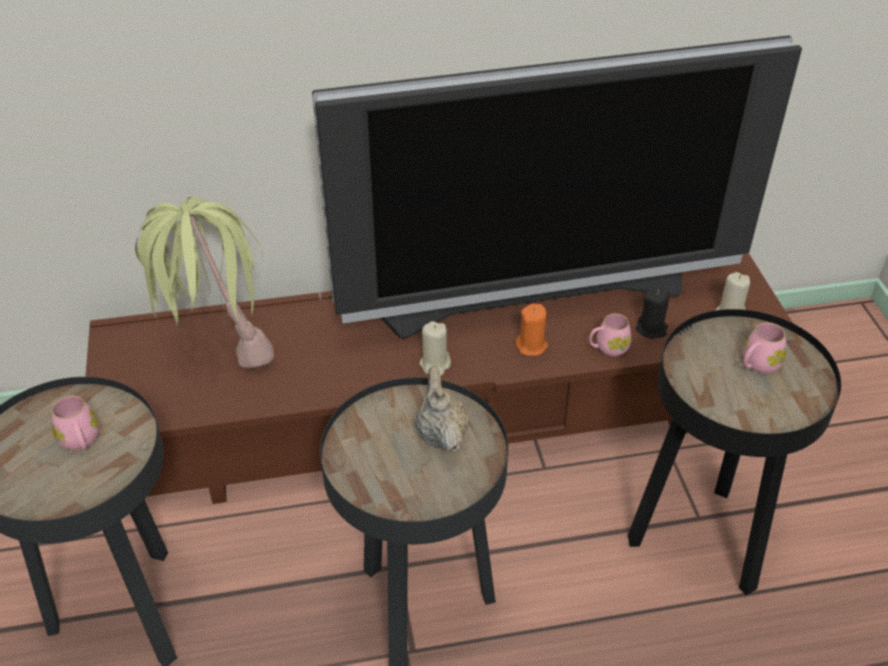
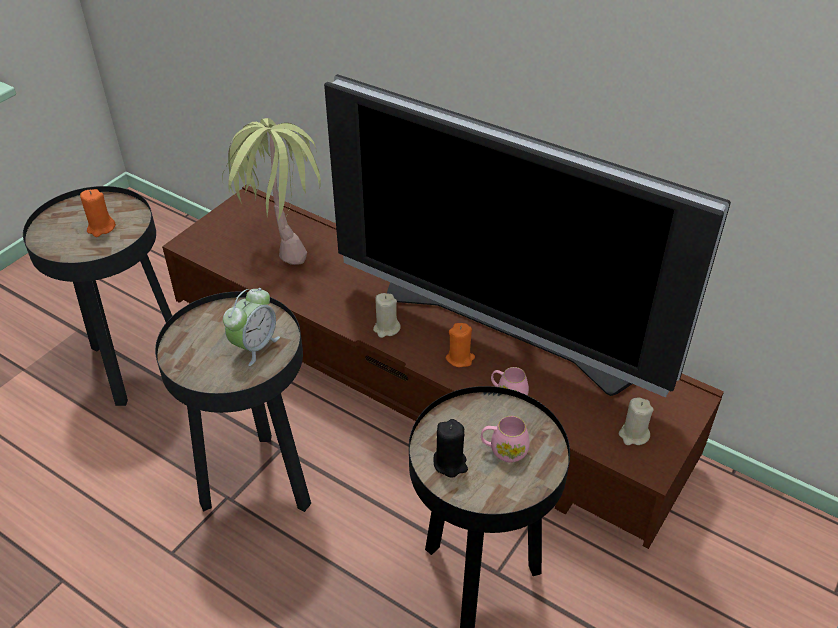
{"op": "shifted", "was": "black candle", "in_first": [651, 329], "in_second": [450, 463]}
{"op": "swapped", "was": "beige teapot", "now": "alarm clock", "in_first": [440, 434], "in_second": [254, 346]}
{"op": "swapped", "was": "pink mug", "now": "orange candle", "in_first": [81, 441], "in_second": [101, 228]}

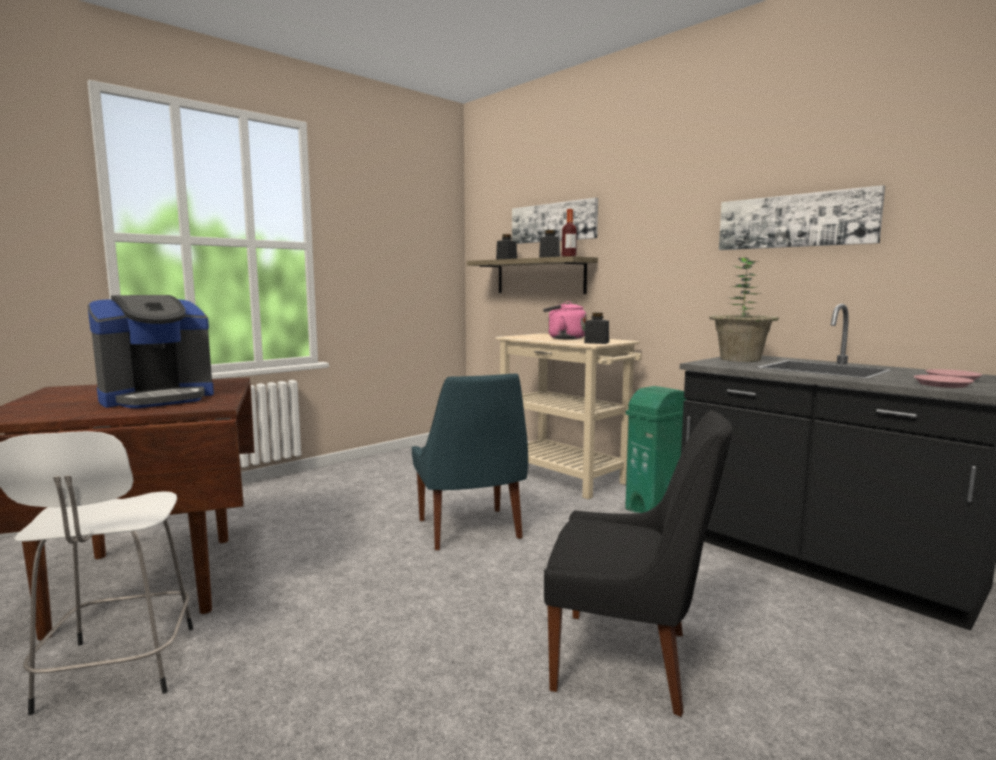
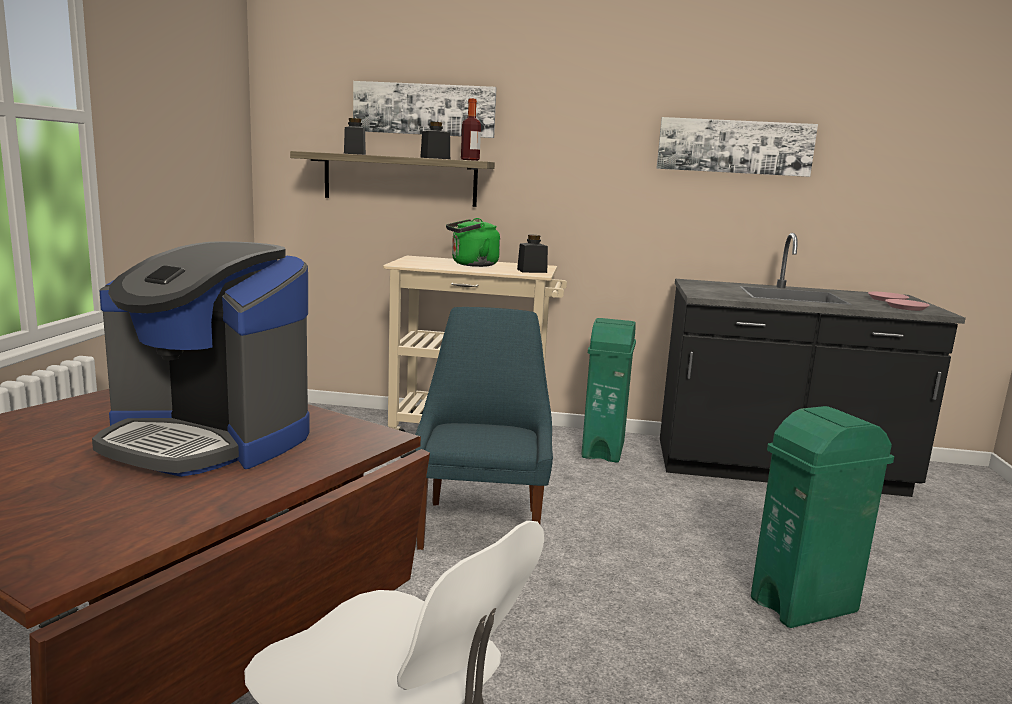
{"op": "gone", "was": "potted plant", "in_first": [740, 359]}
{"op": "rotated", "was": "coffee machine", "in_first": [157, 398], "in_second": [208, 439], "clockwise": 105}
{"op": "repainted", "was": "pink kettle", "now": "green kettle", "in_first": [564, 338], "in_second": [472, 265]}
{"op": "rotated", "was": "blue chair", "in_first": [470, 531], "in_second": [481, 526], "clockwise": -120}
{"op": "swapped", "was": "black chair", "now": "green trash can", "in_first": [628, 661], "in_second": [805, 605]}

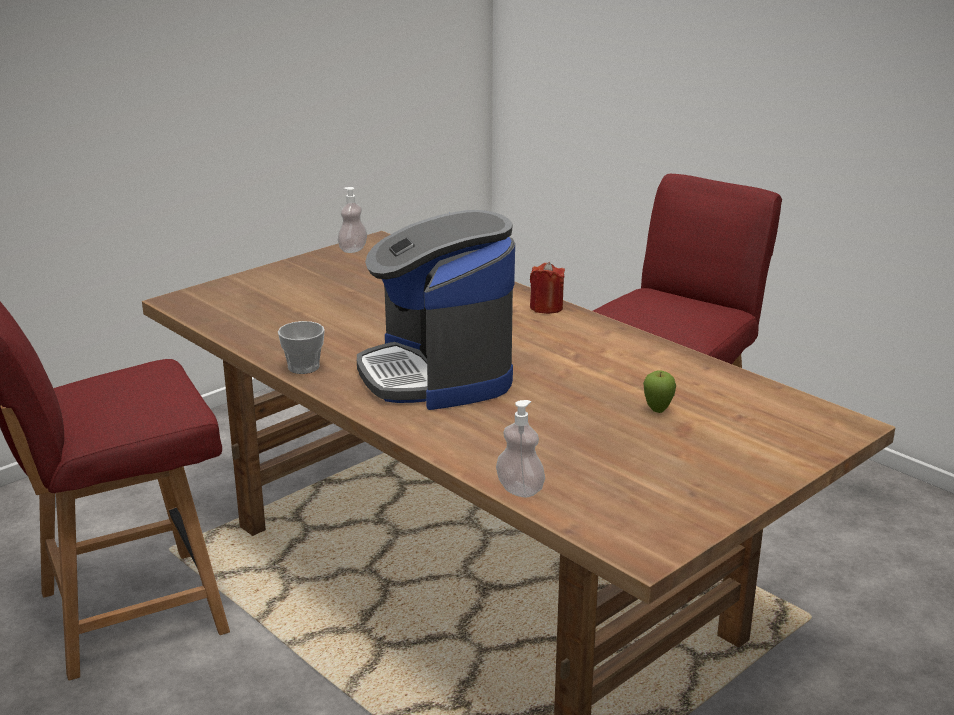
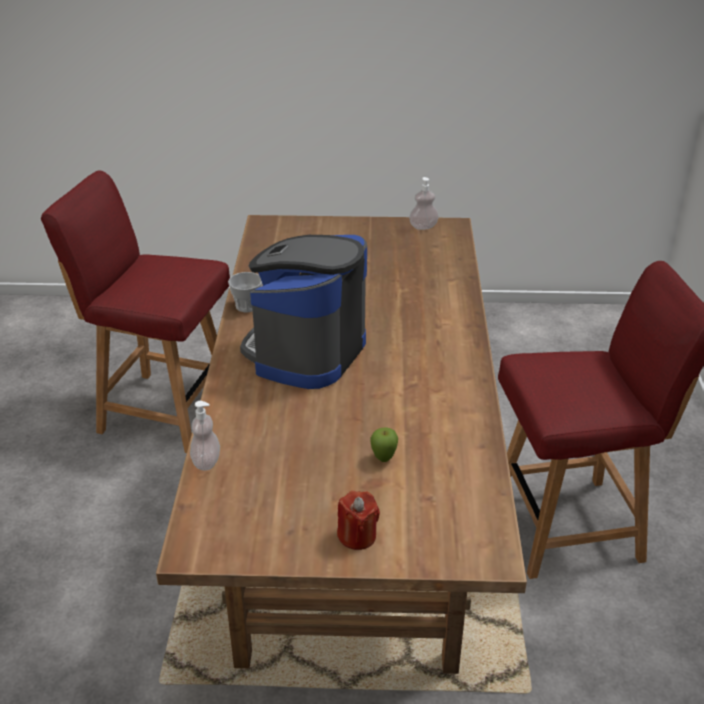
{"op": "shifted", "was": "red candle", "in_first": [546, 307], "in_second": [357, 536]}

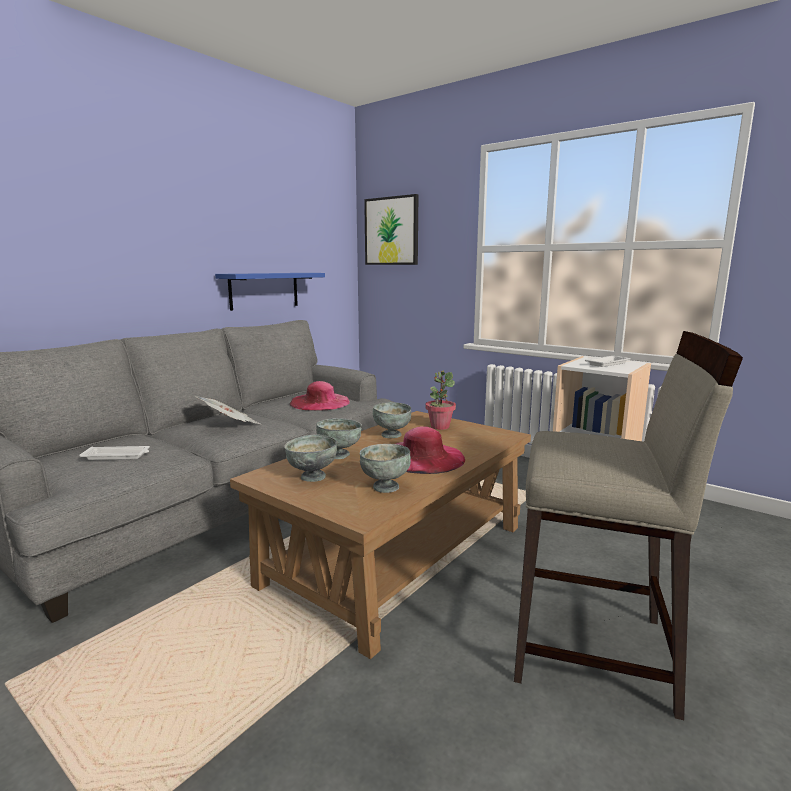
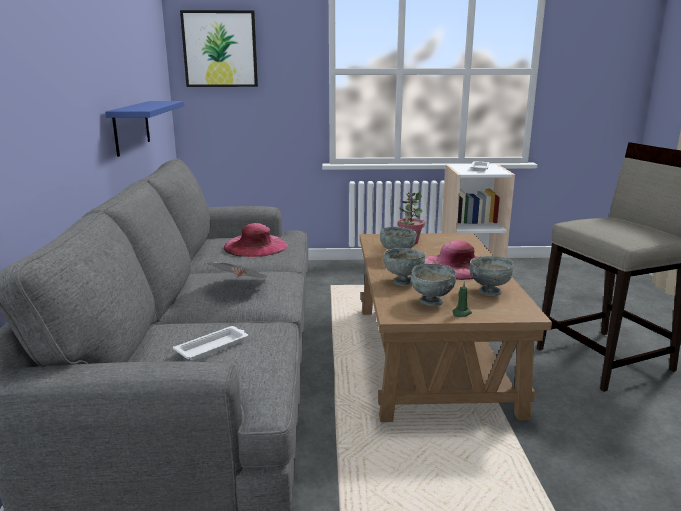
{"op": "new", "now": "green candle", "in_second": [461, 313]}

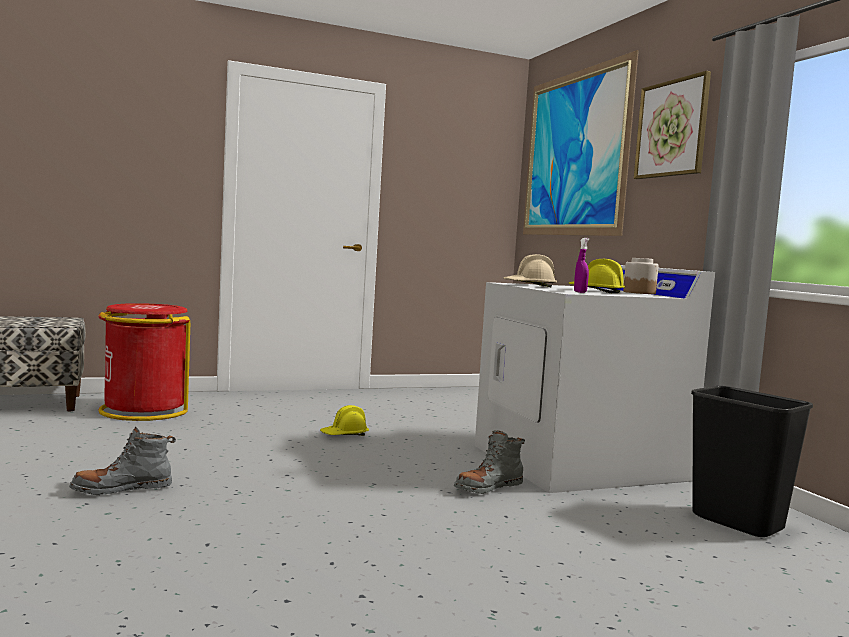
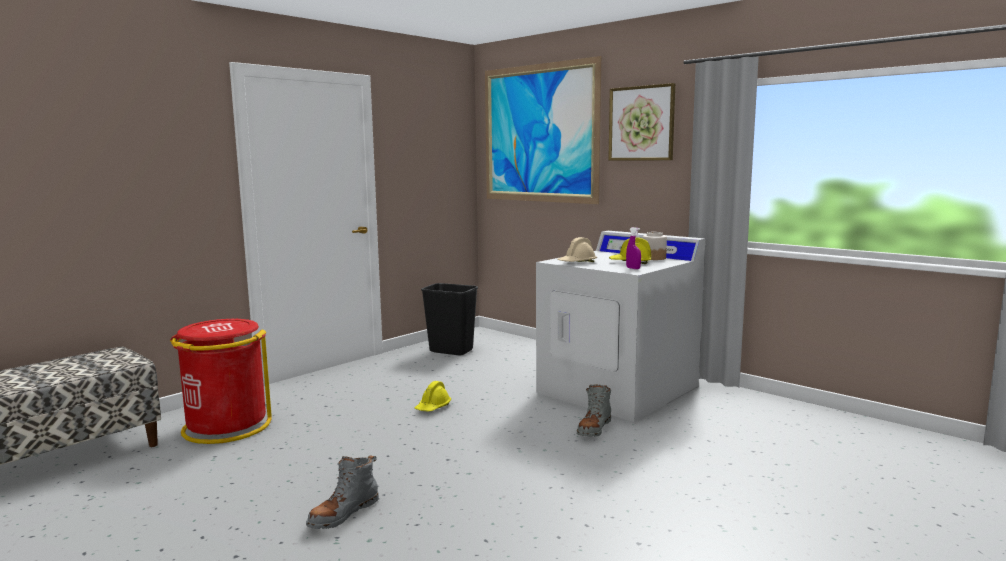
{"op": "shifted", "was": "black trash can", "in_first": [738, 523], "in_second": [452, 351]}

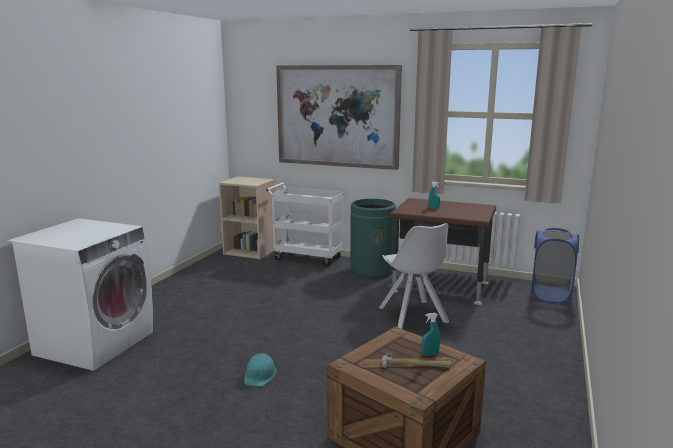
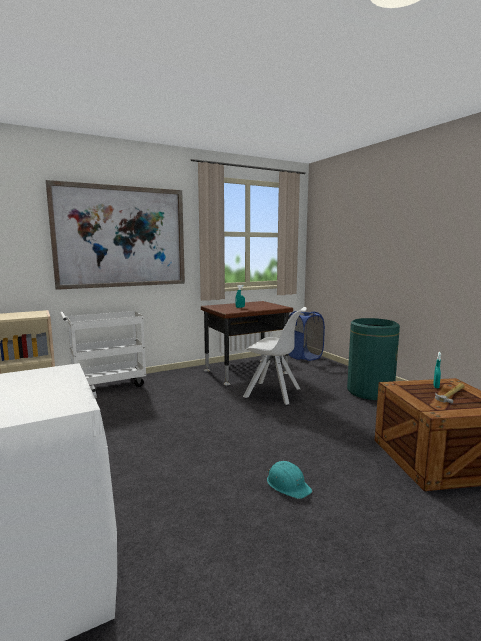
{"op": "shifted", "was": "green trash can", "in_first": [372, 270], "in_second": [369, 391]}

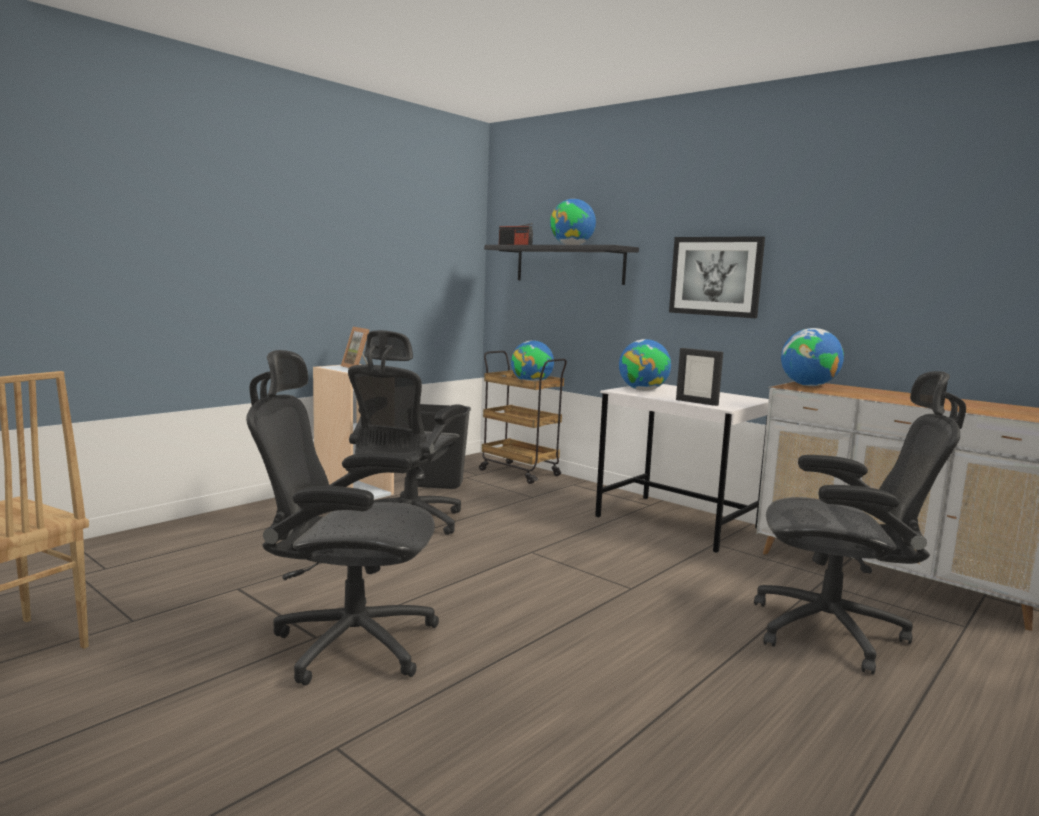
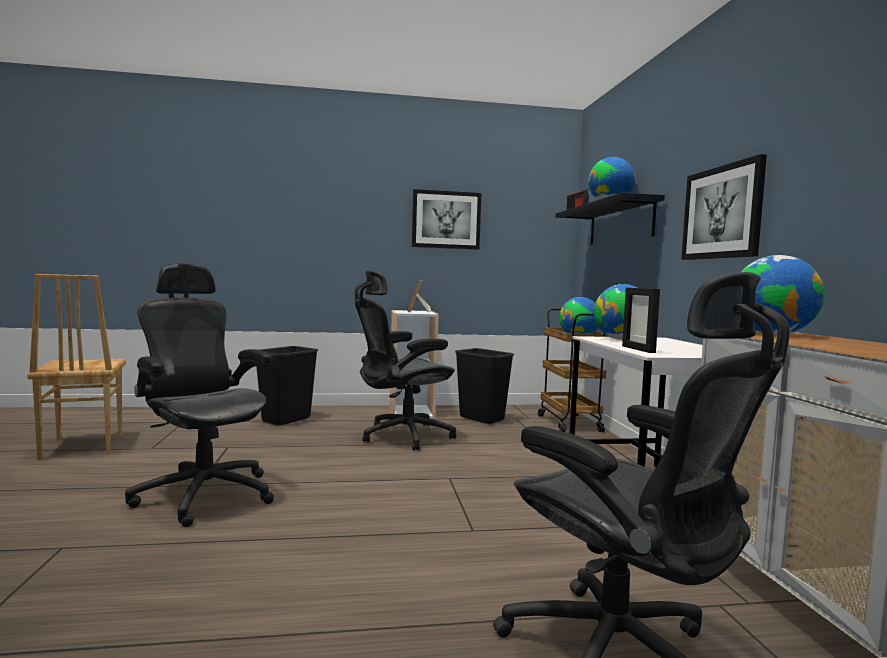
{"op": "new", "now": "picture", "in_second": [446, 220]}
{"op": "new", "now": "black trash can", "in_second": [286, 420]}

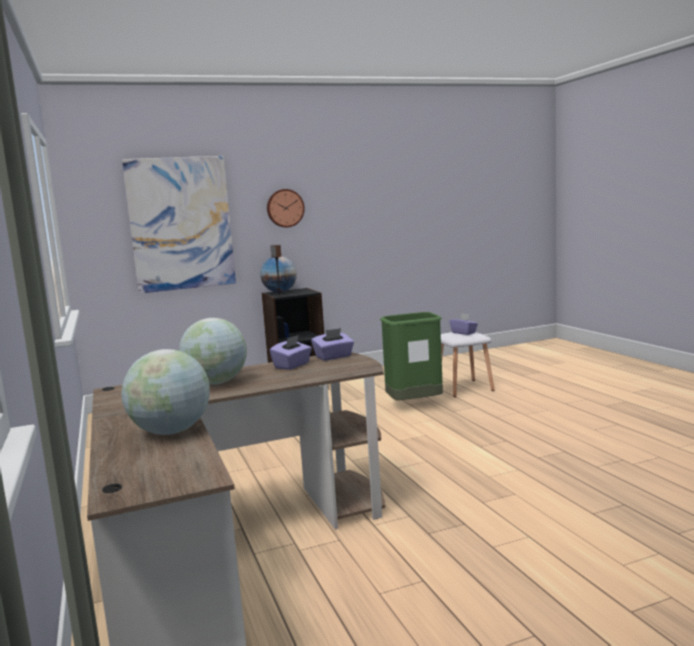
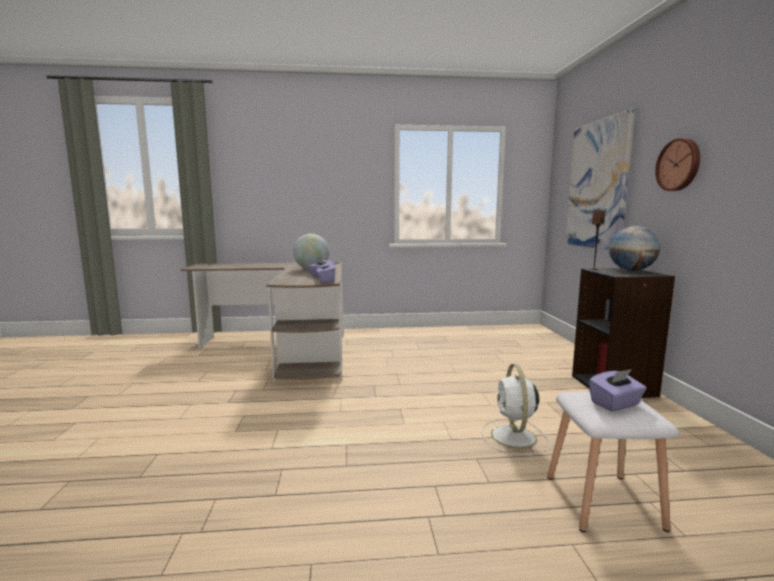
{"op": "swapped", "was": "green trash can", "now": "white fan", "in_first": [414, 405], "in_second": [514, 438]}
{"op": "gone", "was": "globe", "in_first": [171, 432]}

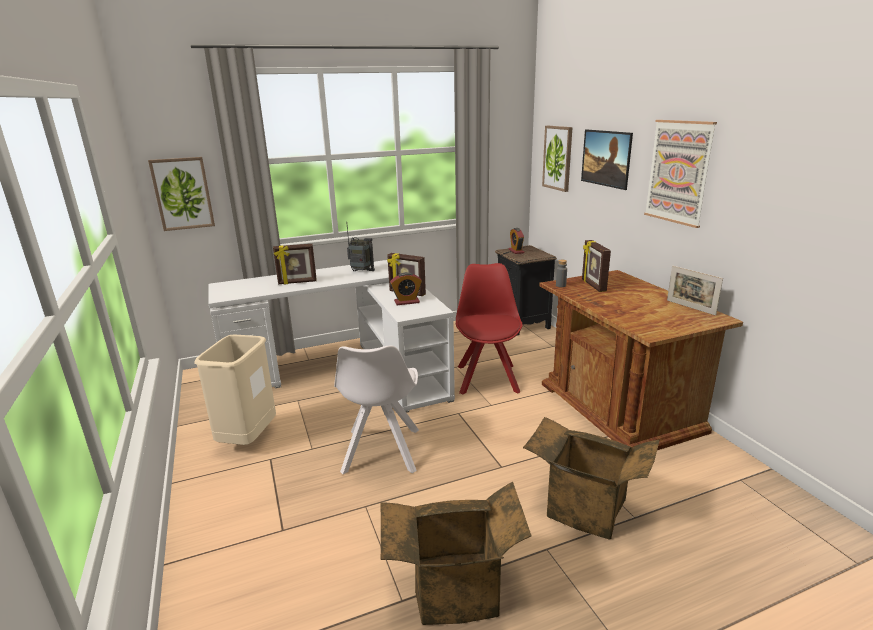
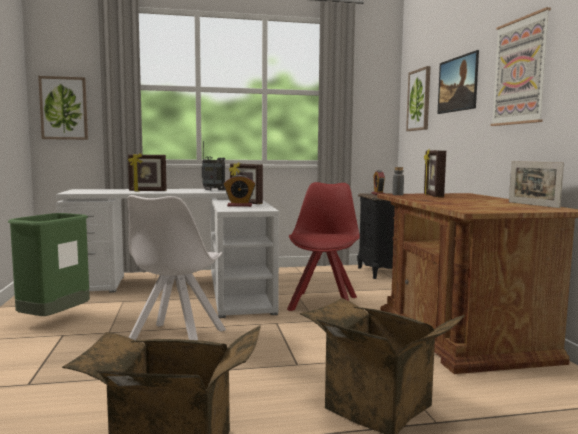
{"op": "repainted", "was": "beige trash can", "now": "green trash can", "in_first": [248, 439], "in_second": [54, 320]}

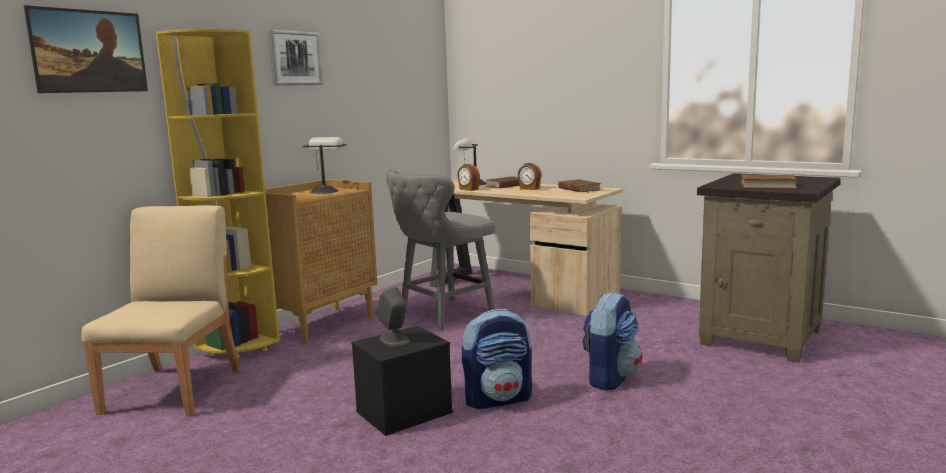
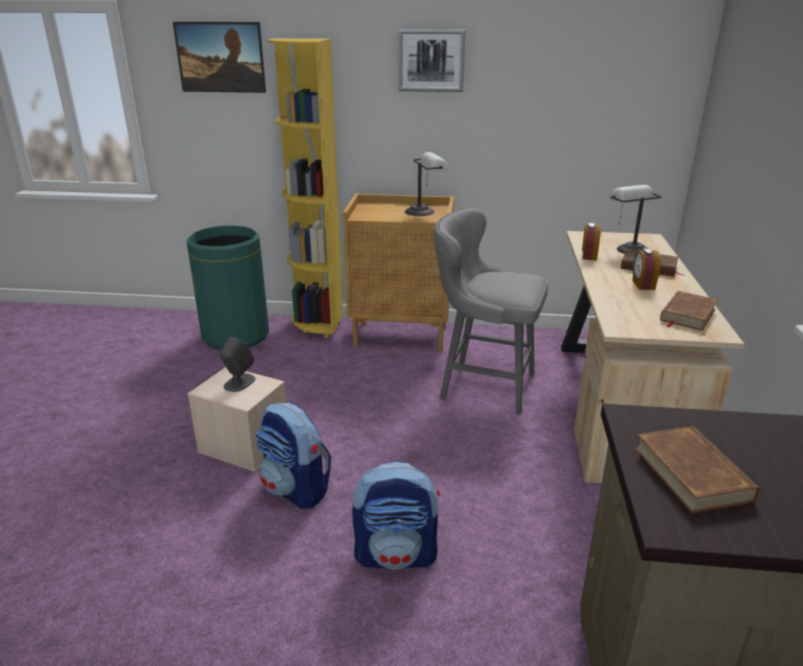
{"op": "swapped", "was": "beige chair", "now": "green trash can", "in_first": [175, 390], "in_second": [236, 336]}
{"op": "repainted", "was": "black storage box", "now": "beige storage box", "in_first": [403, 413], "in_second": [243, 445]}

